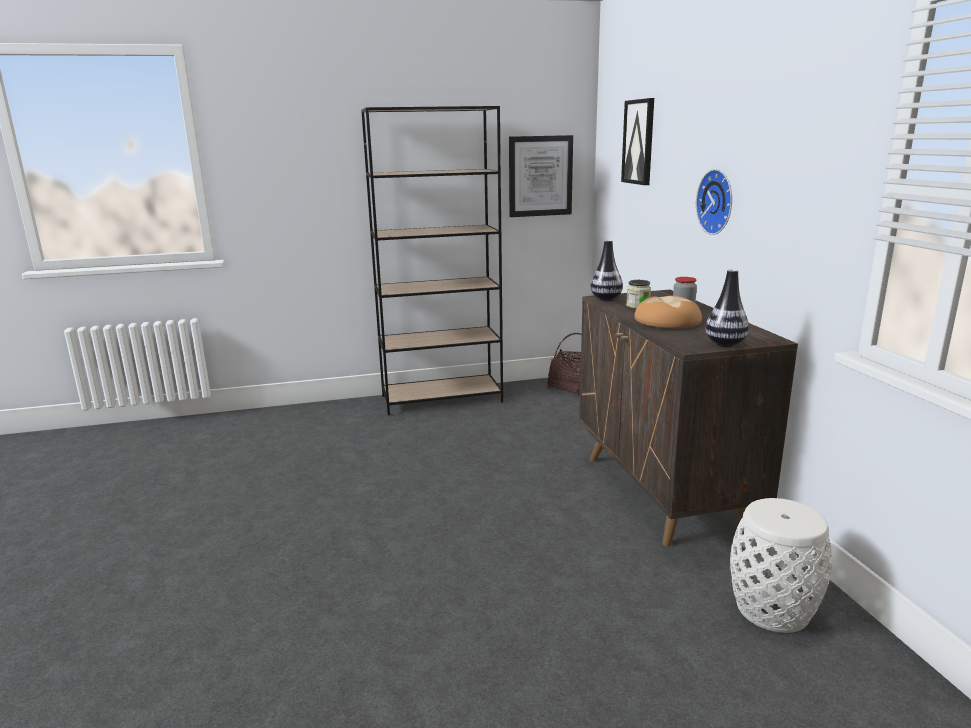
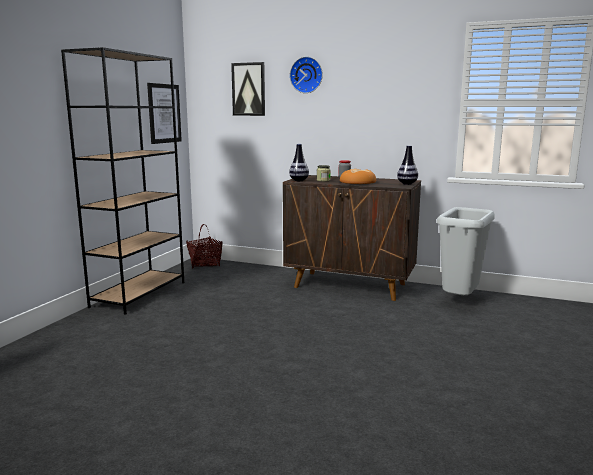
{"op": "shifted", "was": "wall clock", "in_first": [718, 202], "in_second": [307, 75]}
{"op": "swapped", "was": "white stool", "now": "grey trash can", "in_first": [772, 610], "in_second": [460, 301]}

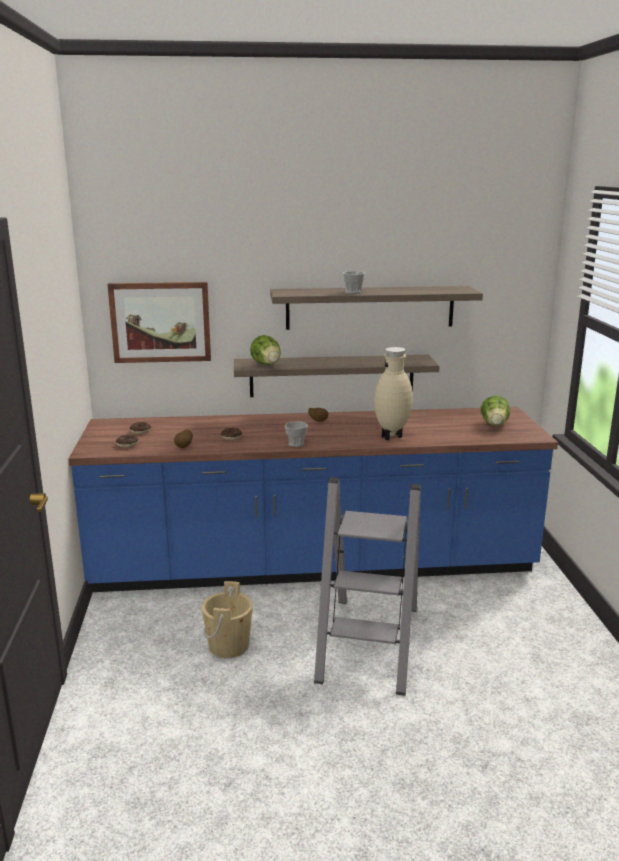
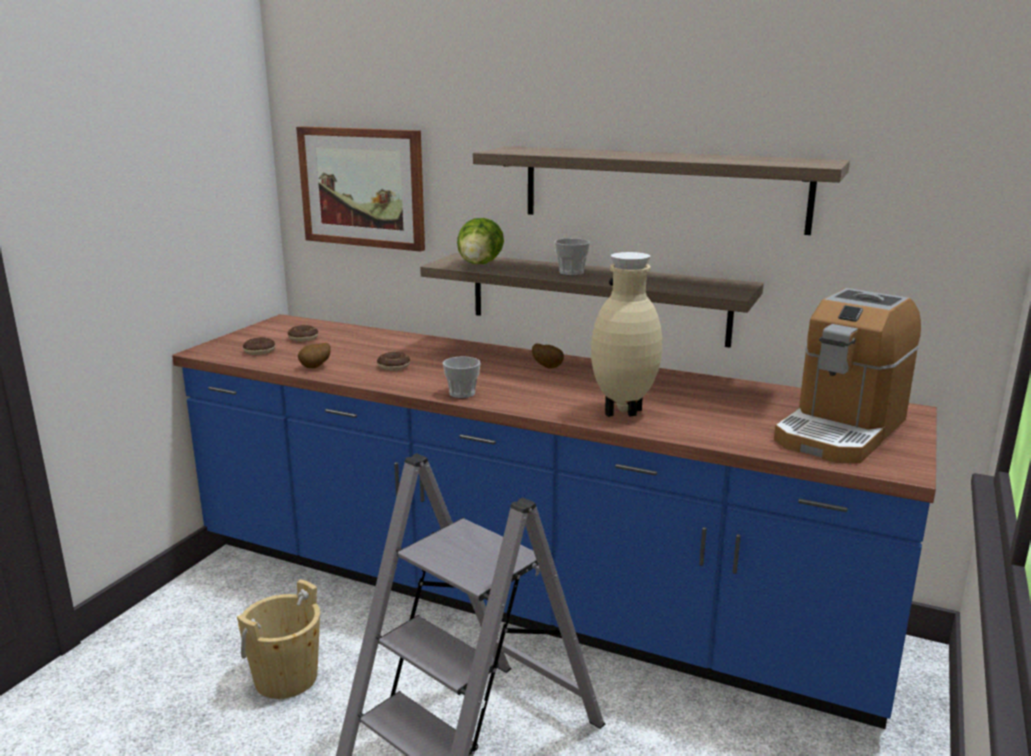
{"op": "shifted", "was": "cup", "in_first": [353, 292], "in_second": [571, 272]}
{"op": "swapped", "was": "lettuce", "now": "coffee machine", "in_first": [495, 425], "in_second": [841, 430]}

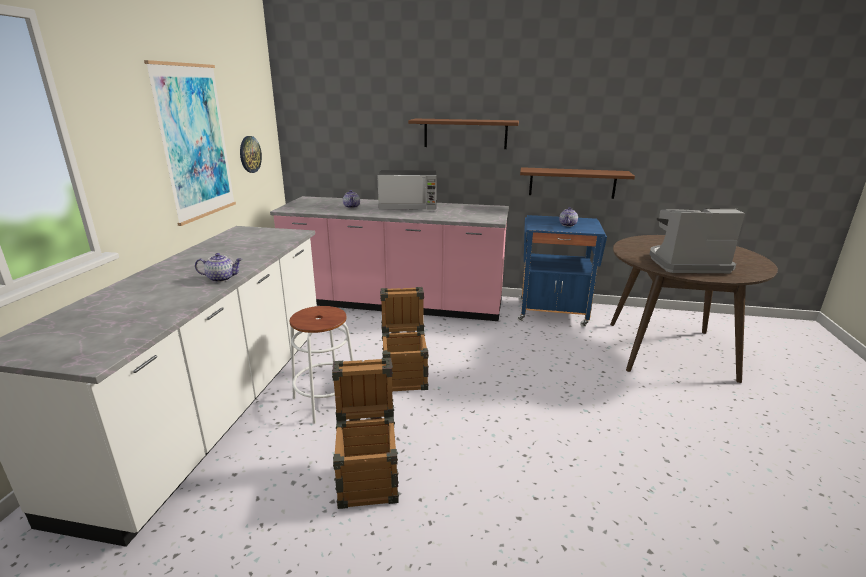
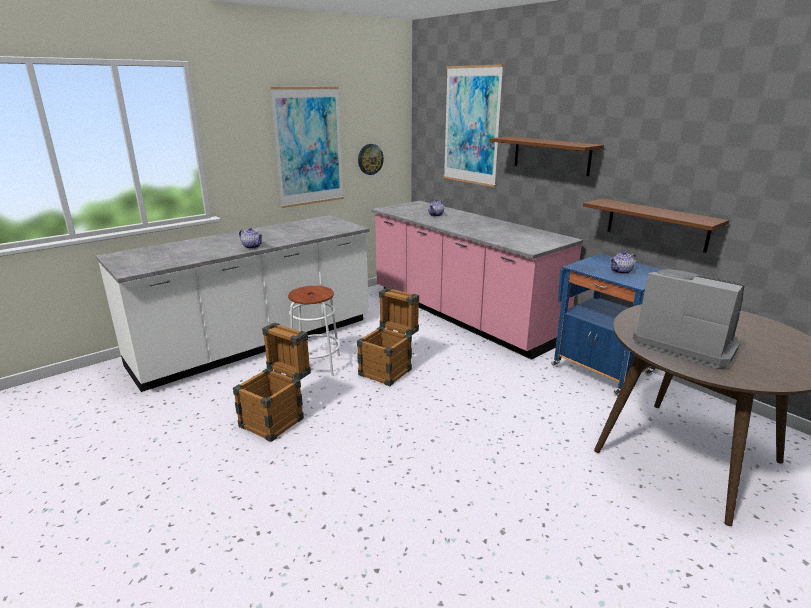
{"op": "gone", "was": "microwave", "in_first": [408, 207]}
{"op": "new", "now": "picture", "in_second": [471, 126]}

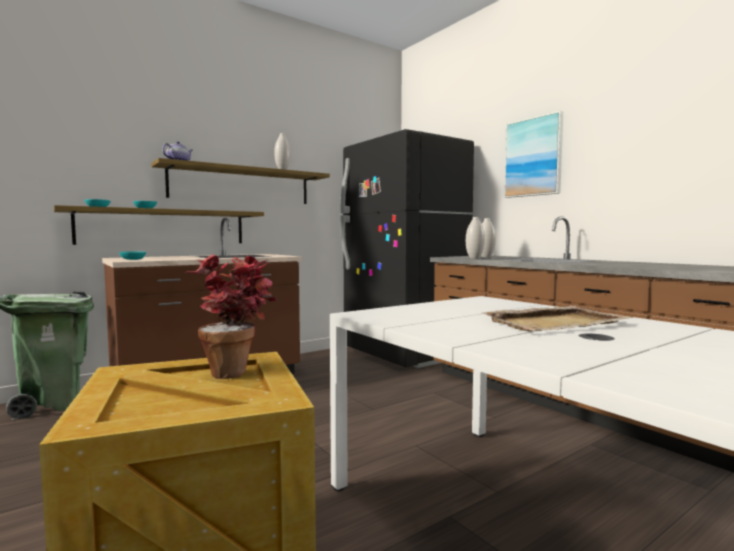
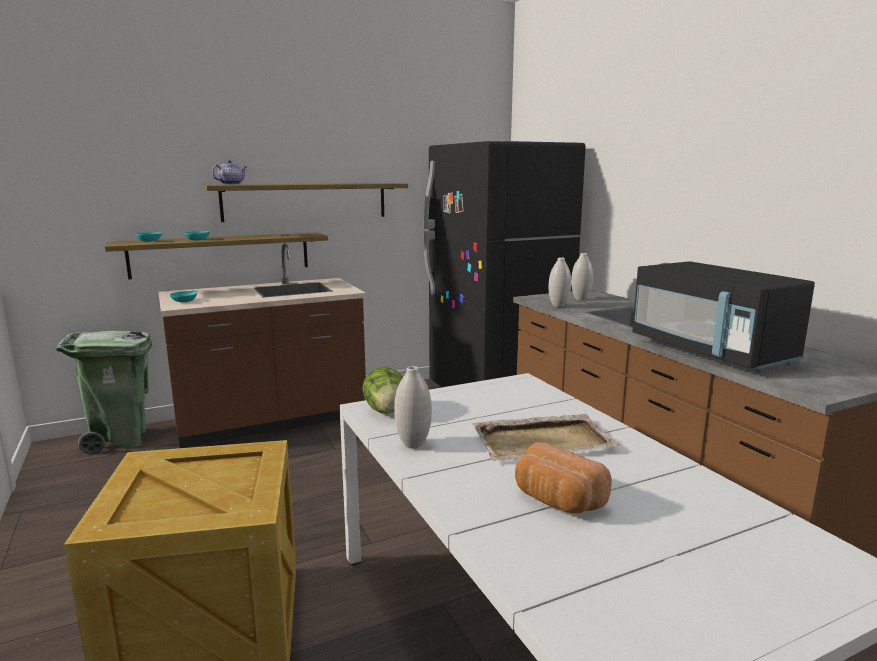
{"op": "gone", "was": "picture", "in_first": [533, 157]}
{"op": "shifted", "was": "white vase", "in_first": [282, 170], "in_second": [413, 444]}
{"op": "gone", "was": "potted plant", "in_first": [239, 371]}
{"op": "new", "now": "black microwave", "in_second": [711, 352]}
{"op": "new", "now": "lettuce", "in_second": [386, 411]}
{"op": "new", "now": "bread", "in_second": [556, 500]}

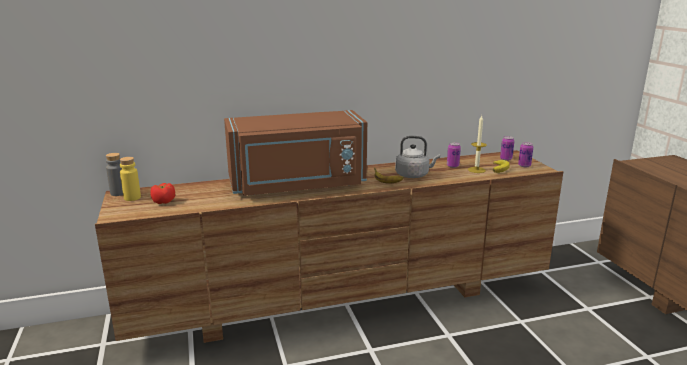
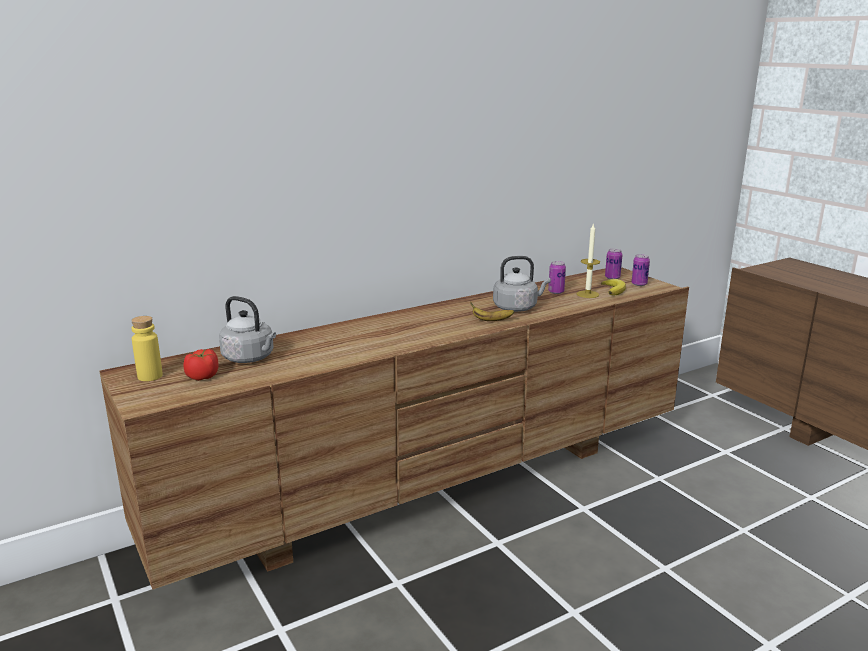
{"op": "gone", "was": "brown microwave", "in_first": [298, 185]}
{"op": "gone", "was": "grey bottle", "in_first": [118, 193]}
{"op": "new", "now": "grey kettle", "in_second": [250, 358]}

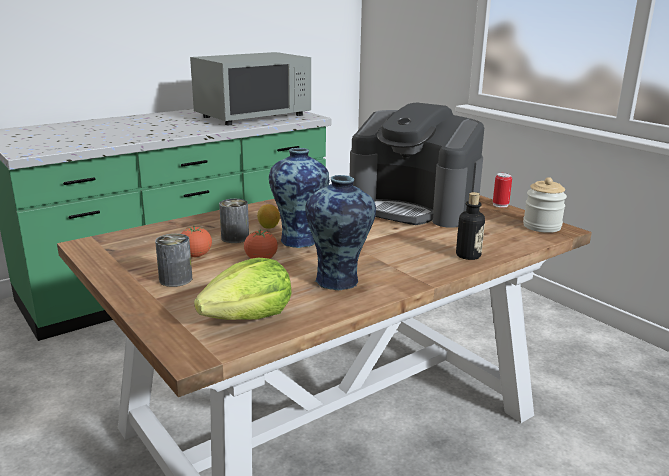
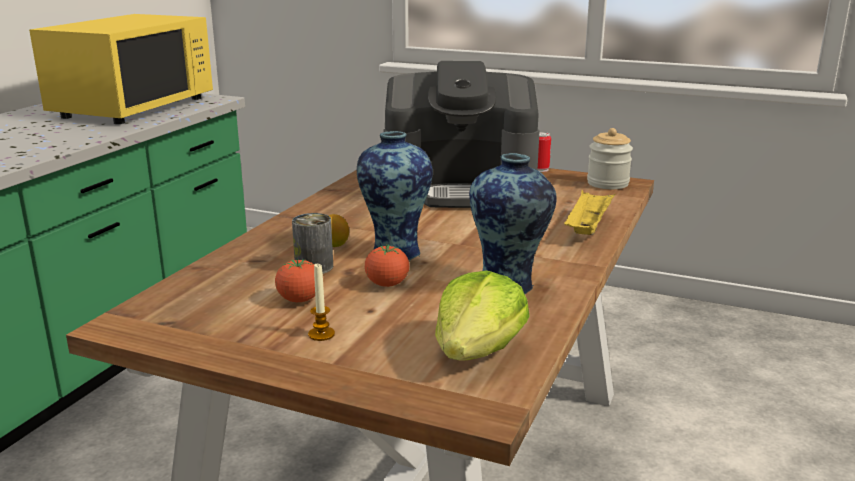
{"op": "repainted", "was": "grey microwave", "now": "yellow microwave", "in_first": [253, 116], "in_second": [134, 107]}
{"op": "swapped", "was": "bottle", "now": "yellow tray", "in_first": [468, 255], "in_second": [588, 227]}
{"op": "swapped", "was": "can", "now": "candle", "in_first": [175, 279], "in_second": [321, 334]}

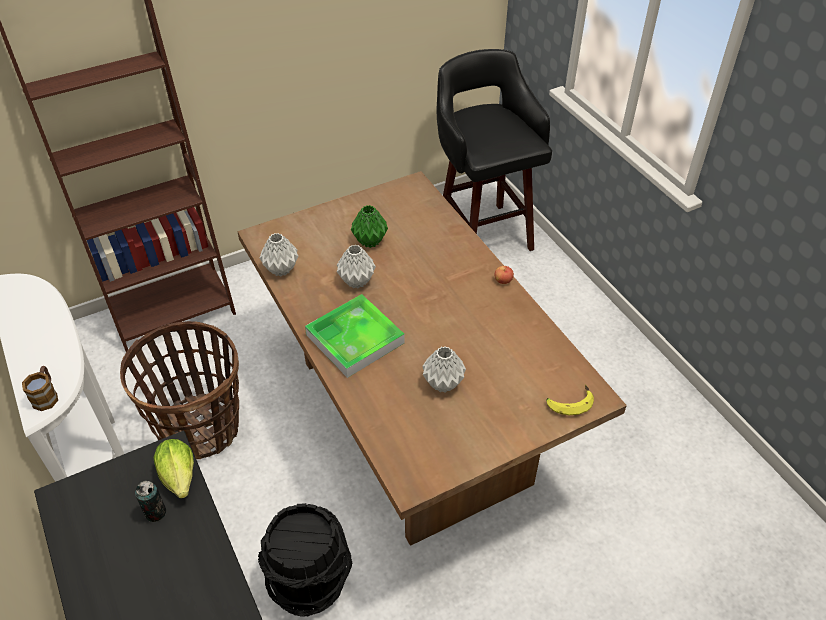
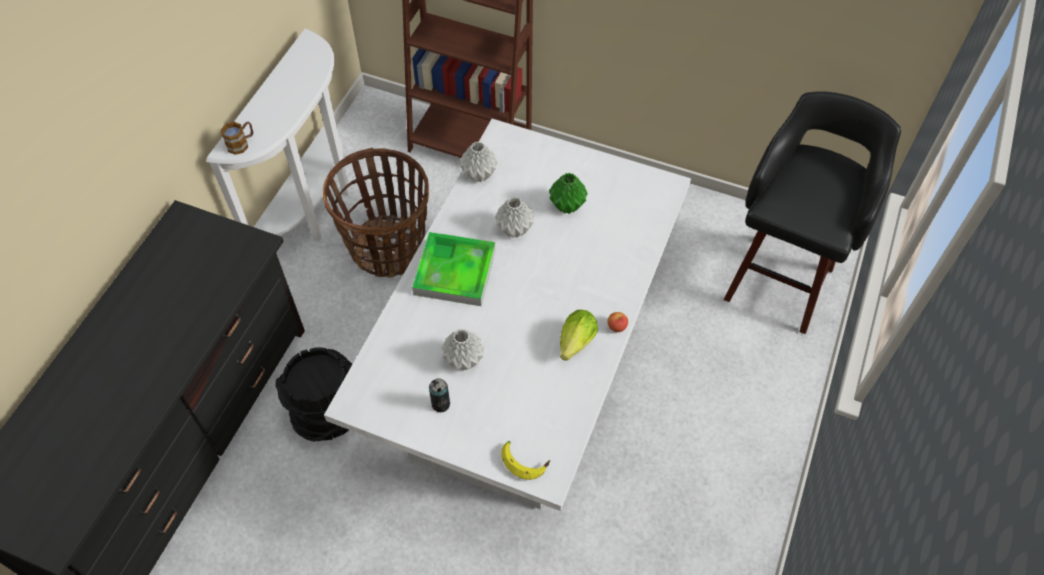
{"op": "repainted", "was": "brown dining table", "now": "white dining table", "in_first": [414, 420], "in_second": [522, 379]}
{"op": "shifted", "was": "lettuce", "in_first": [180, 480], "in_second": [575, 345]}
{"op": "shifted", "was": "can", "in_first": [155, 512], "in_second": [440, 404]}

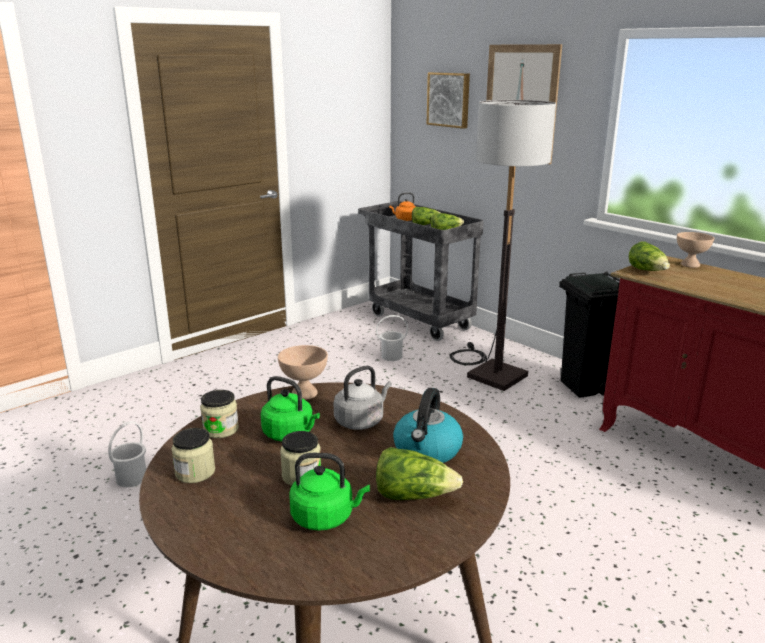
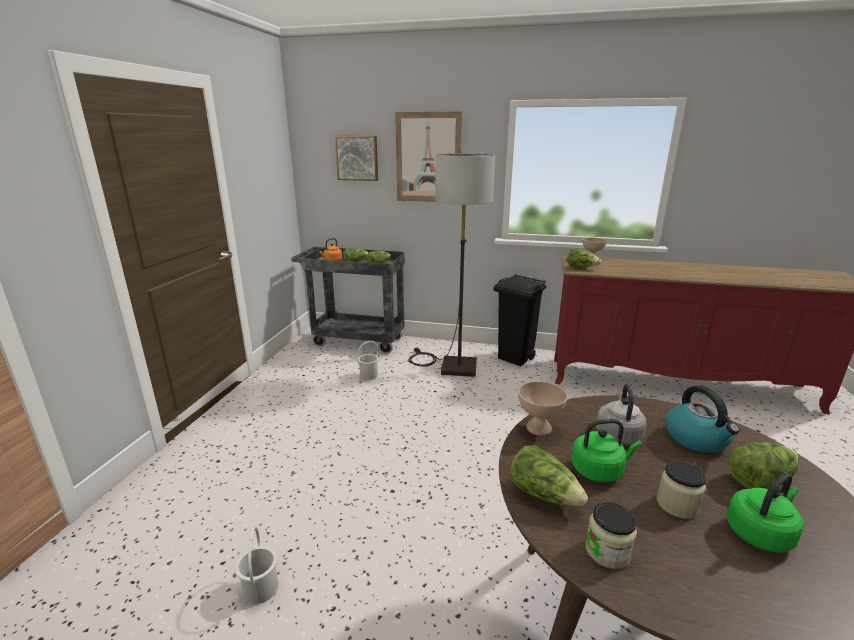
{"op": "swapped", "was": "jar", "now": "lettuce", "in_first": [221, 429], "in_second": [544, 494]}

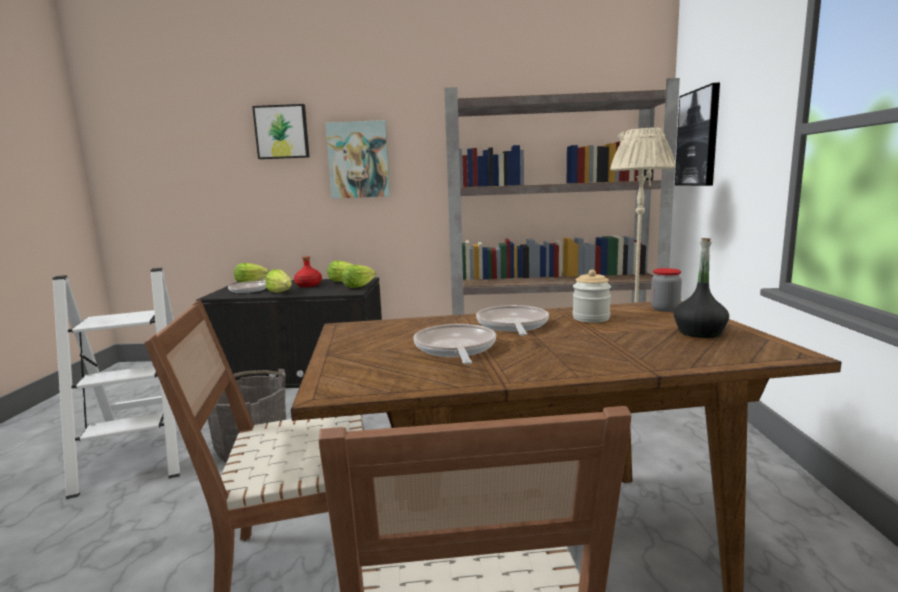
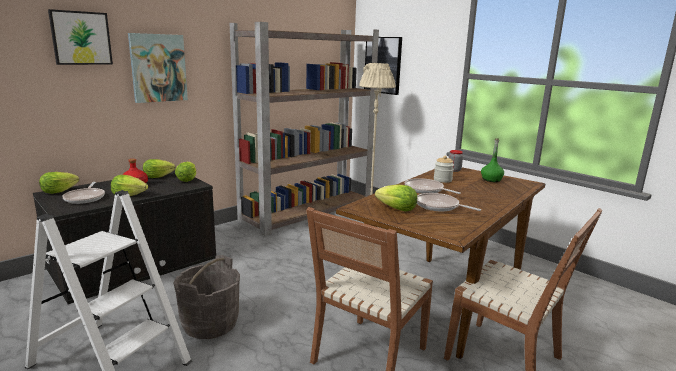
{"op": "repainted", "was": "black bottle", "now": "green bottle", "in_first": [699, 332], "in_second": [491, 179]}
{"op": "new", "now": "lettuce", "in_second": [397, 209]}

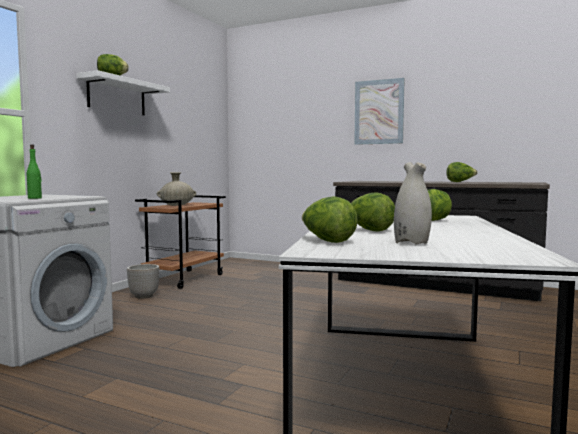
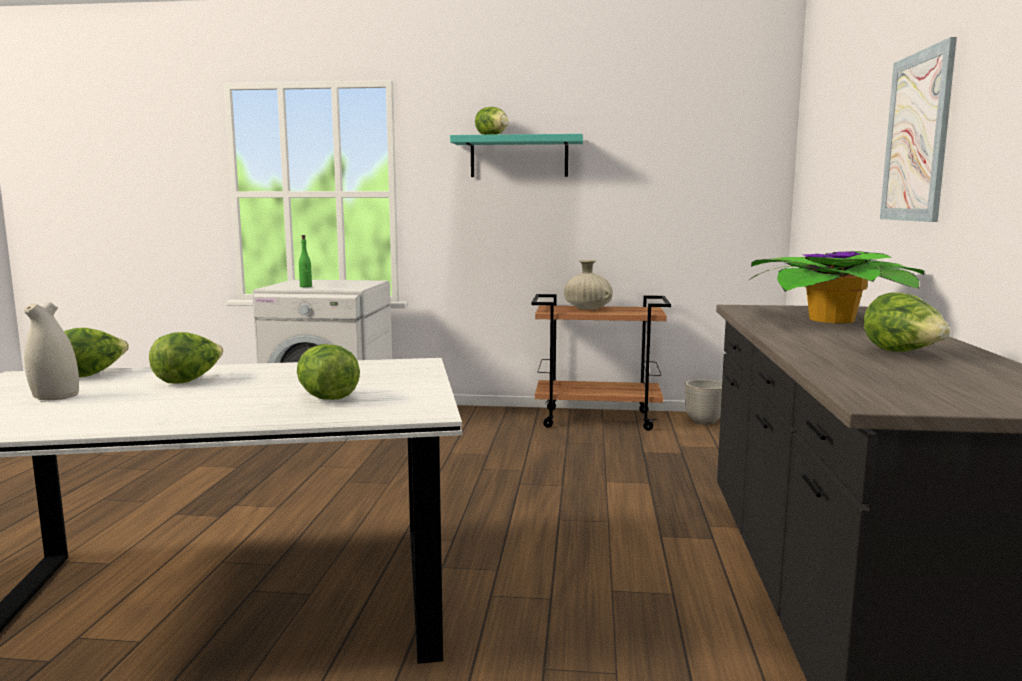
{"op": "repainted", "was": "white shelf", "now": "turquoise shelf", "in_first": [117, 96], "in_second": [519, 157]}
{"op": "shifted", "was": "planter", "in_first": [144, 296], "in_second": [703, 422]}
{"op": "new", "now": "potted plant", "in_second": [826, 319]}

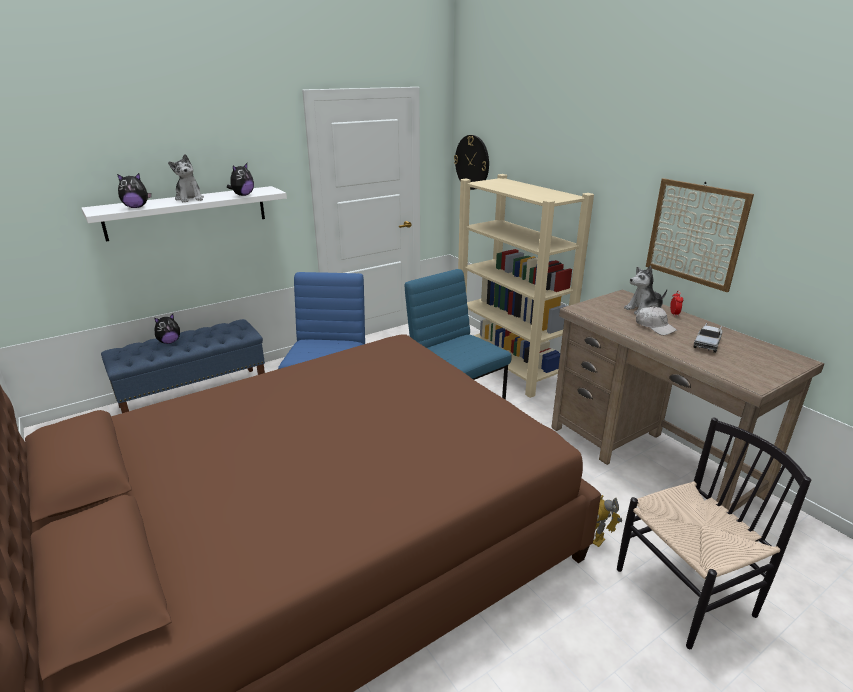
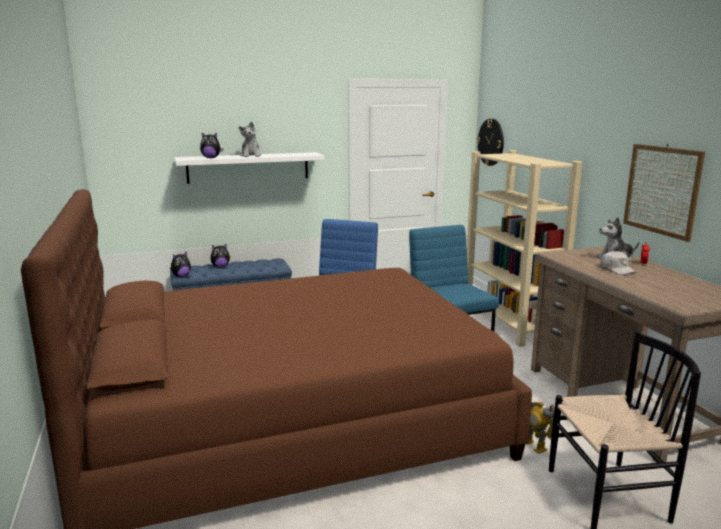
{"op": "shifted", "was": "plush toy", "in_first": [243, 195], "in_second": [181, 276]}
{"op": "gone", "was": "toy truck", "in_first": [707, 343]}

